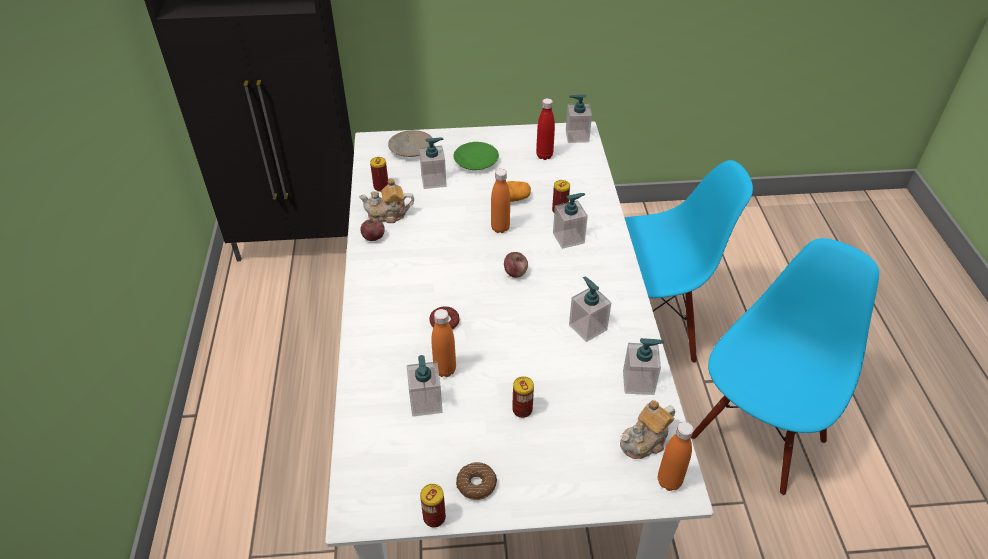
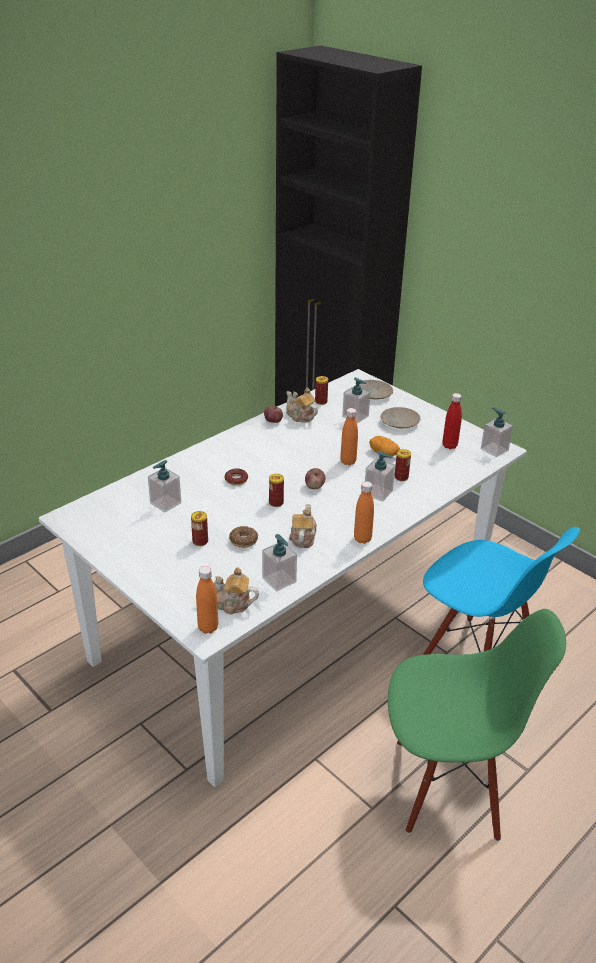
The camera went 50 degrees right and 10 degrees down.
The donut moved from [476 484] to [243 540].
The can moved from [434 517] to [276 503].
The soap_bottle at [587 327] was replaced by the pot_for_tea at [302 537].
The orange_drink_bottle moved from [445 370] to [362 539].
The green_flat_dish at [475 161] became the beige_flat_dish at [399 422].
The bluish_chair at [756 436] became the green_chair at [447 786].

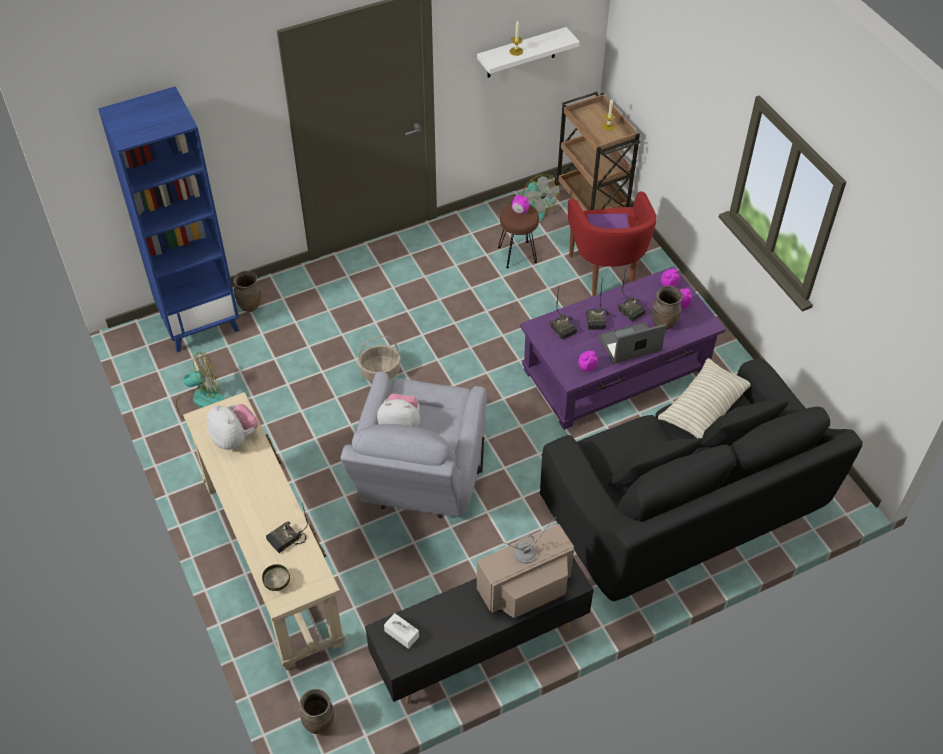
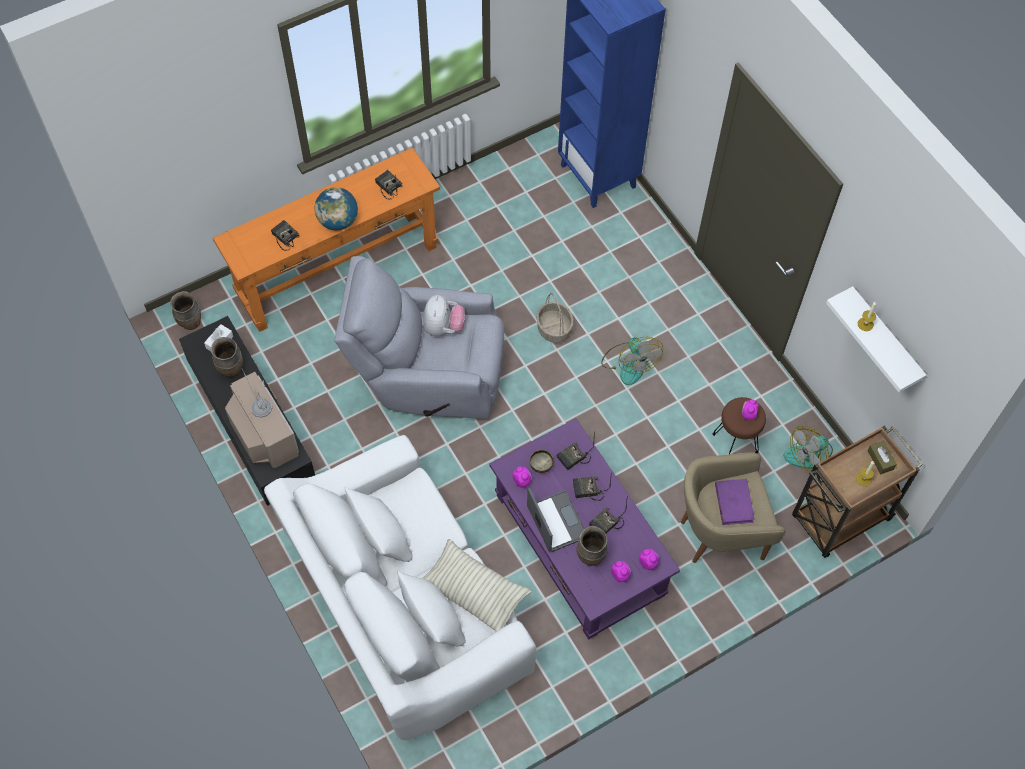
The camera went 85 degrees right and 10 degrees up.
The brown_flower_vase moved from [250 305] to [231 369].
The beige_console_table at [272 562] became the orange_console_table at [338 270].
The blackish_couch at [682 508] became the white-coloured_couch at [406 606].
The desk_globe at [338 221] appeared.
The soft_toy at [234 438] was replaced by the radio_receiver at [388 187].
The deep_dish moved from [277 582] to [541 465].
The cooling_fan moved from [200 401] to [629 363].
The red_easy_chair at [606 274] became the beige_easy_chair at [719 534].
The brown_box_of_tissues at [880 460] appeared.

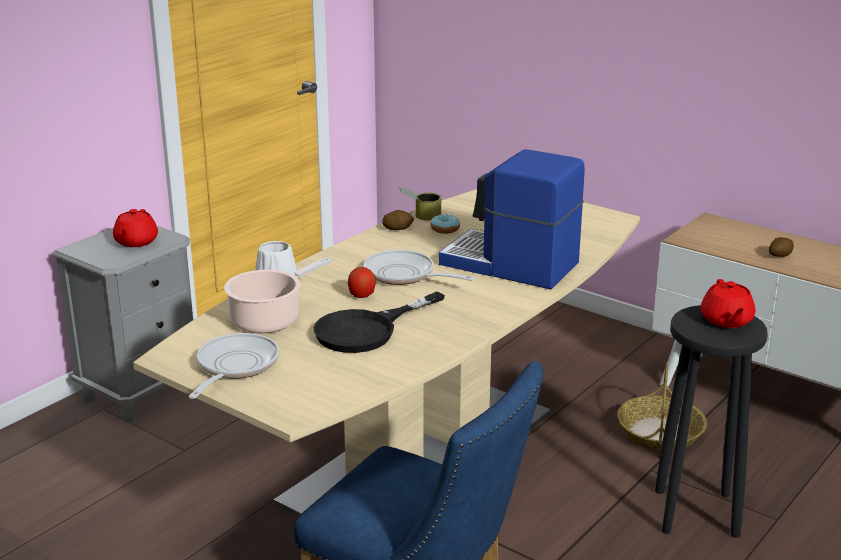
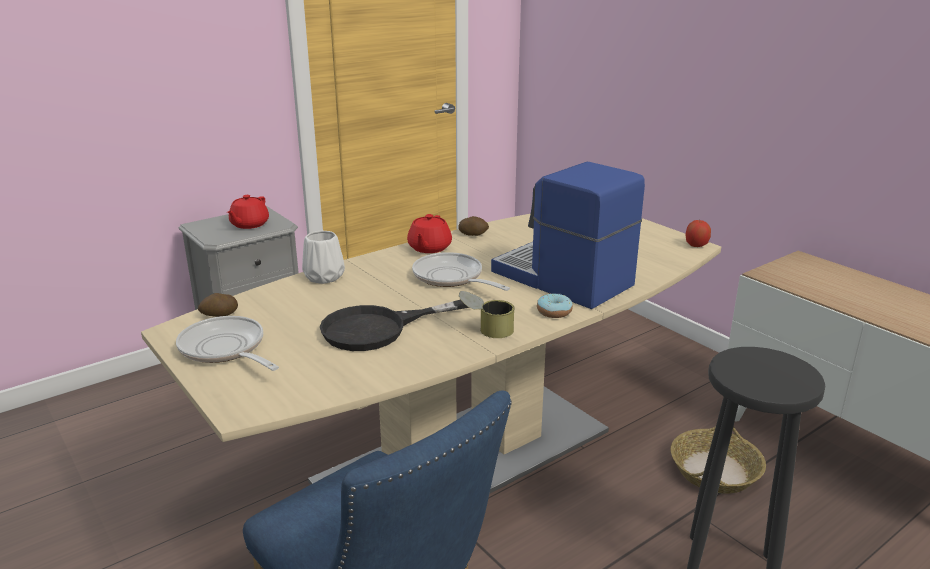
The camera went 15 degrees right and 0 degrees up.
The skillet at [234 367] turned 75 degrees counterclockwise.
The potato moved from [780 256] to [219 315].
The red_pot_for_tea moved from [726 320] to [429 248].
The can moved from [420 216] to [486 330].
The donut moved from [445 229] to [554 312].
The apple_fruit moved from [361 295] to [696 245].
The cooking_pot at [269 319] disappeared.

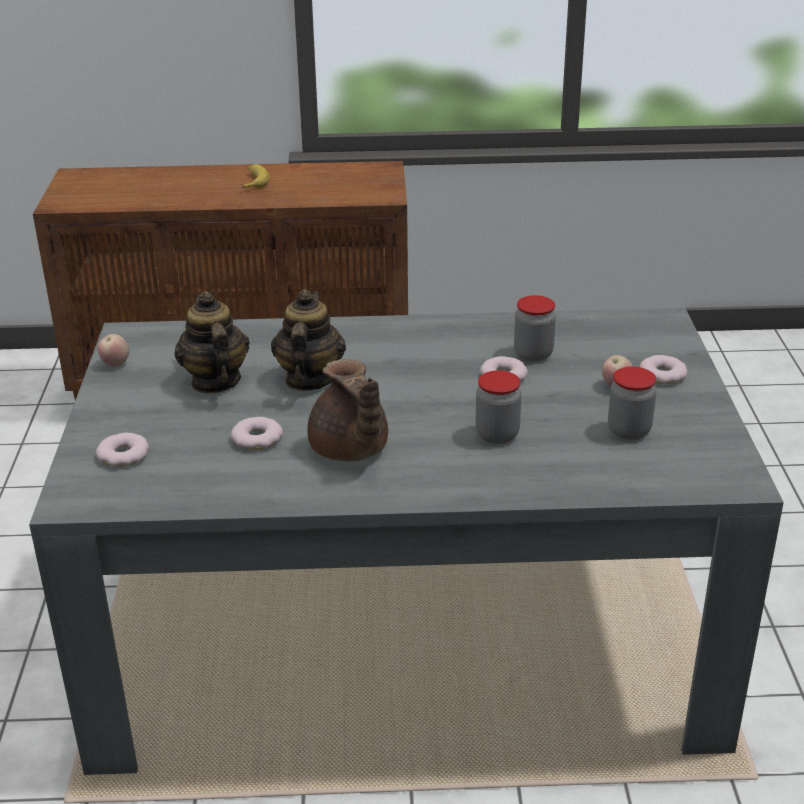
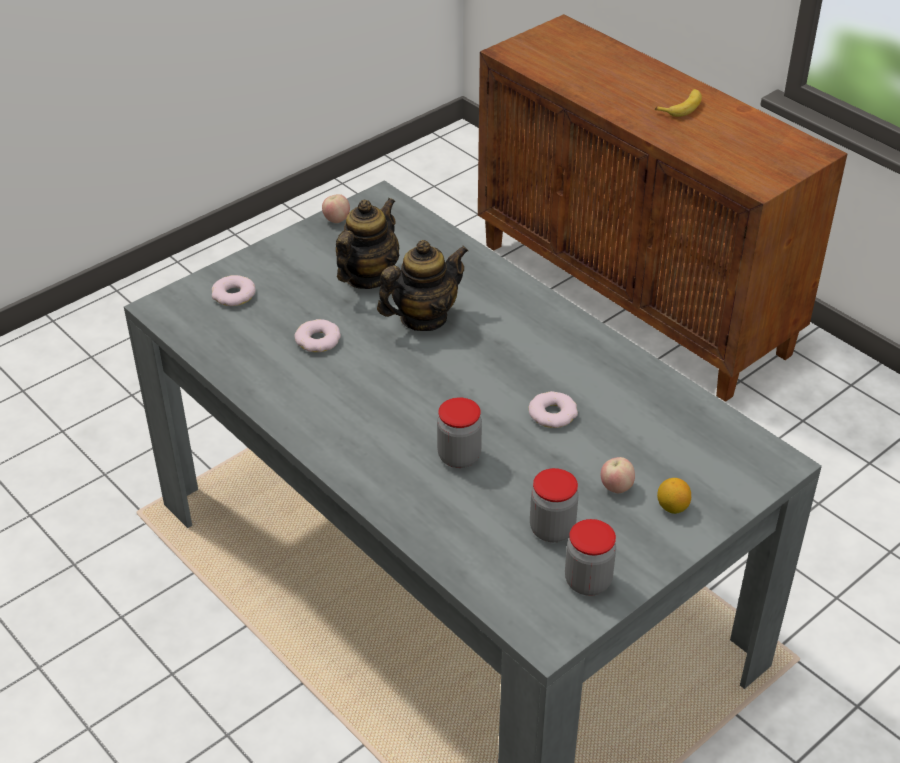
The camera went 50 degrees right and 10 degrees up.
The jar moved from [533 354] to [588 581].
The donut at [663 375] was replaced by the whole_lemon at [672 507].
The brown_pot_for_tea at [349 450] disappeared.

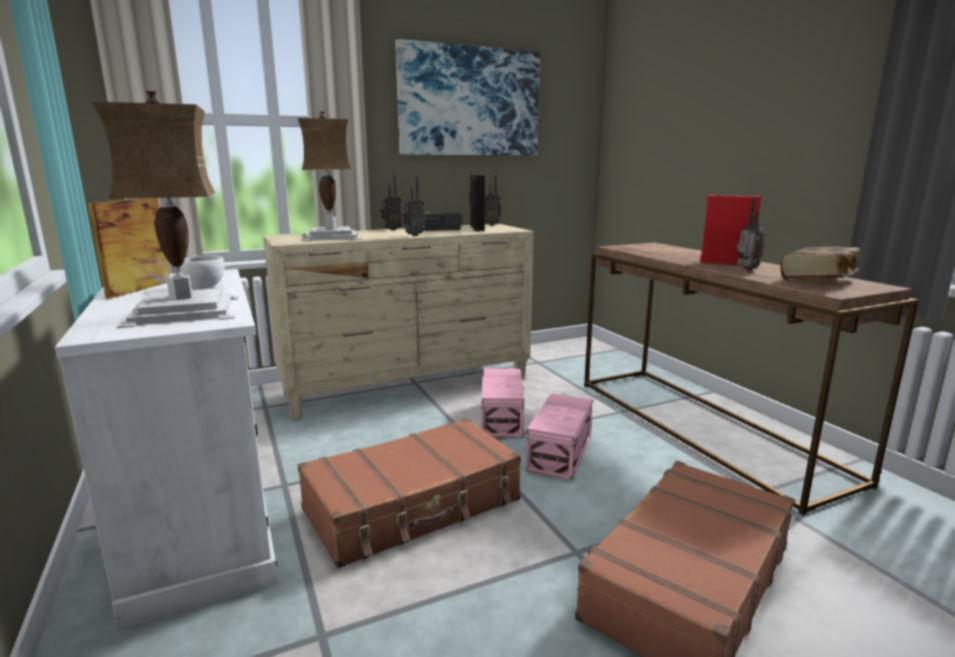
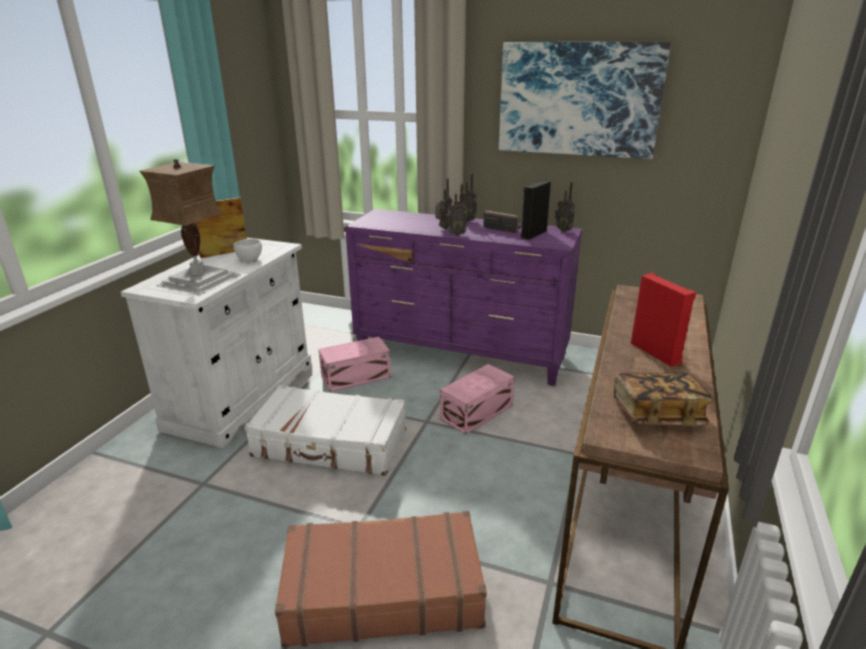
The camera went 45 degrees right and 10 degrees up.
The brown_piece_of_luggage at [414 506] became the white-coloured_piece_of_luggage at [330 443].
The pinkish_storage_box moved from [561 453] to [357 377].
The beige_drawer_chest at [409 386] became the purplish_drawer_chest at [461 354].
The radio_receiver moved from [746 270] to [443 228].
The table_lamp at [332 236] disappeared.

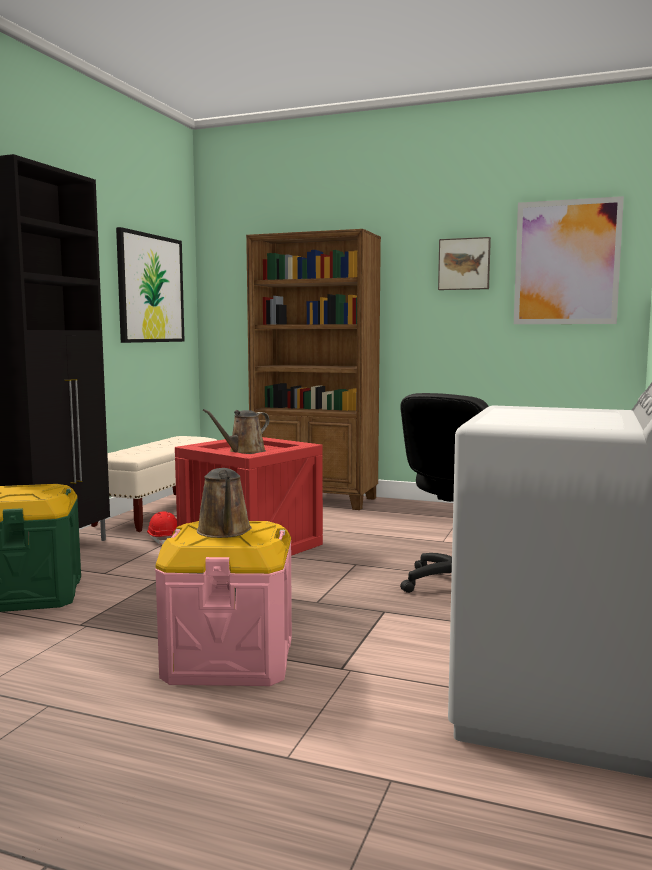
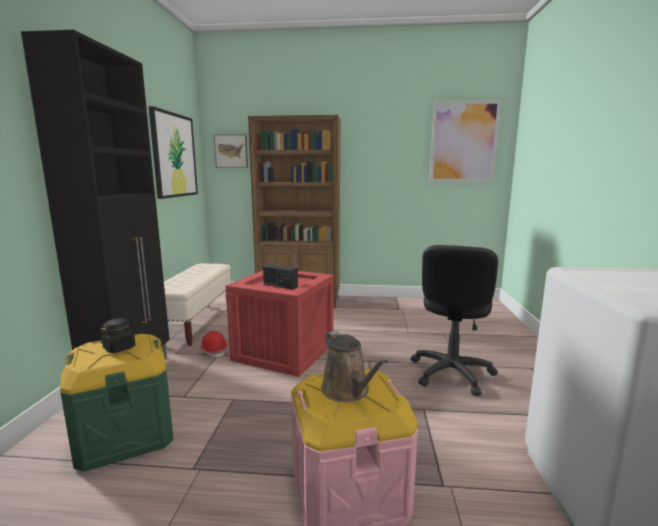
The camera went 15 degrees left and 5 degrees up.
The blackish_jar at [119 348] appeared.
The wall_picture moved from [464 264] to [231 151].
The brown_watering_can at [244 452] was replaced by the radio_receiver at [280 285].

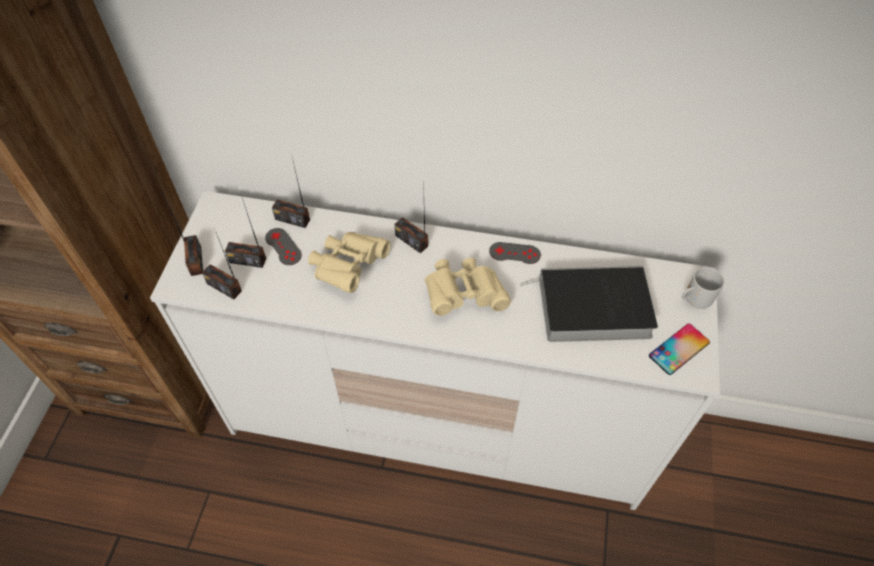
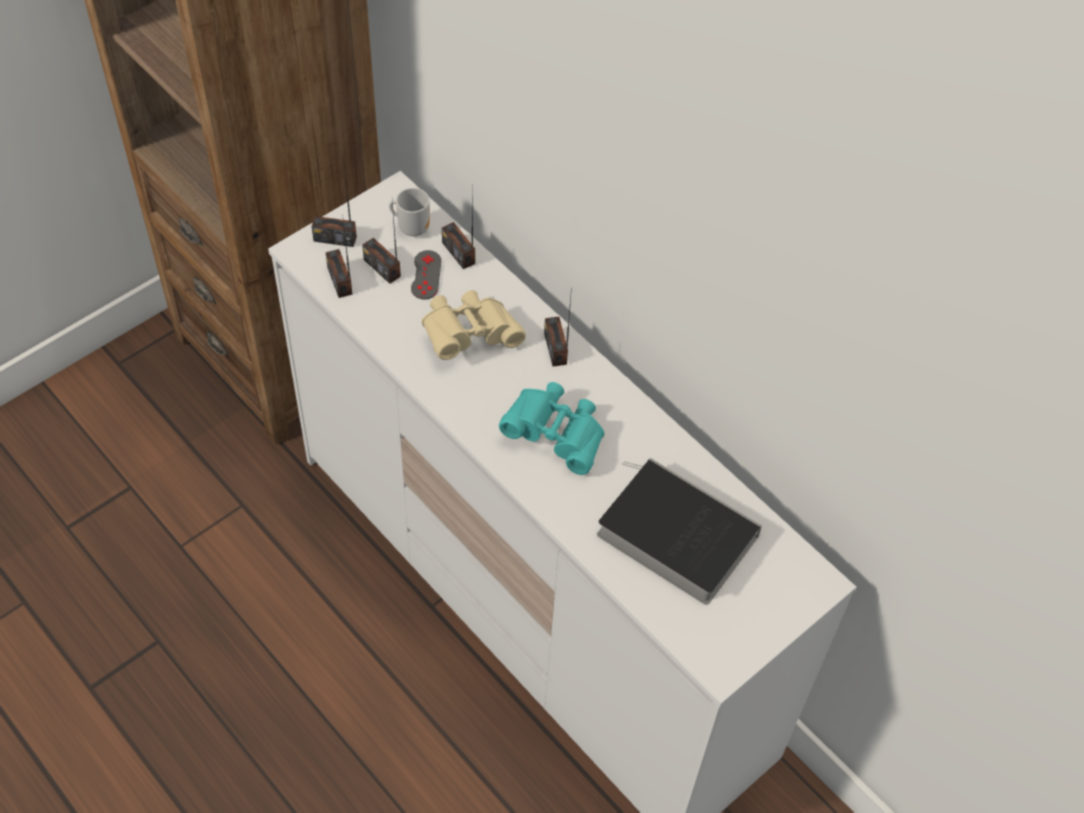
The camera went 35 degrees right and 0 degrees up.
The radio_receiver at [195 261] turned 75 degrees clockwise.
The coffee_mug moved from [694 300] to [412 227].
The beige_field_glasses at [464 295] became the turquoise-coloured_field_glasses at [556 436].
The gray_game_controller at [514 253] disappeared.
The telephone at [679 349] disappeared.

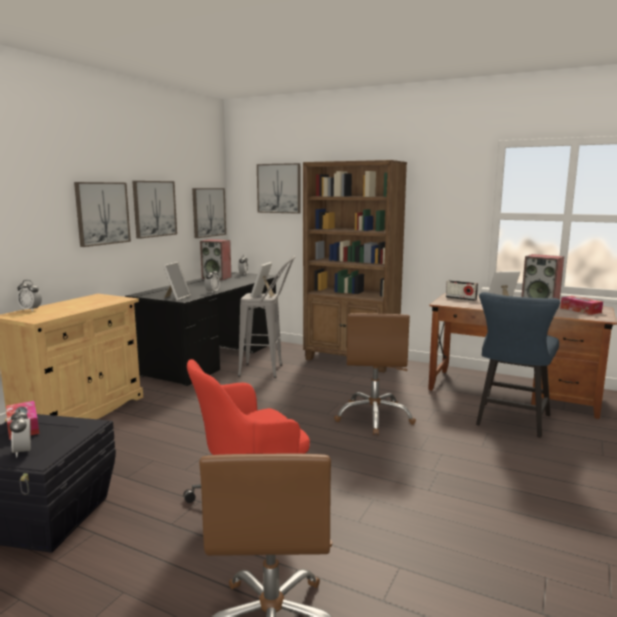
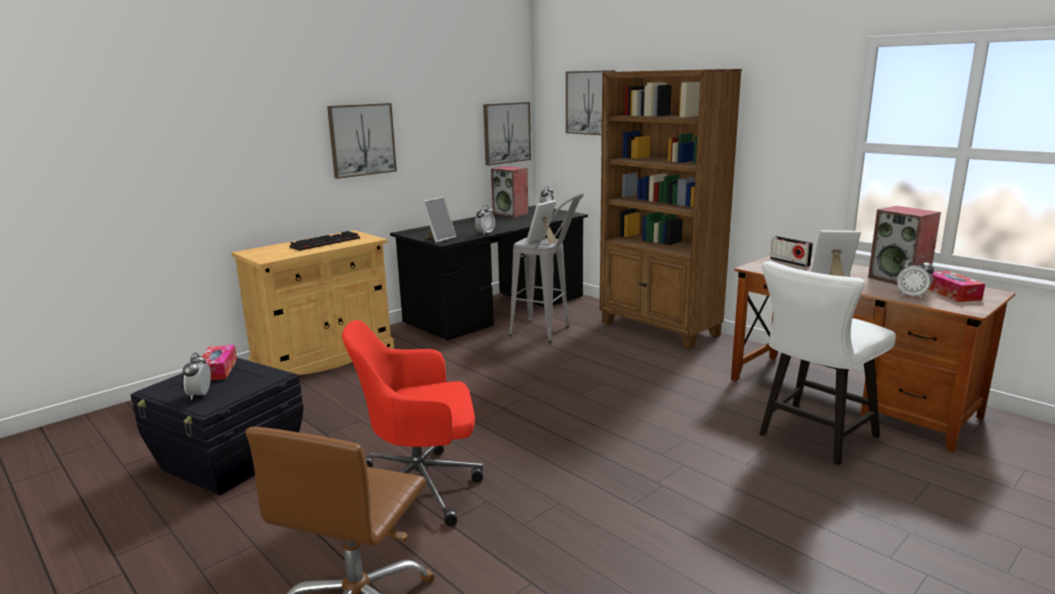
The camera went 20 degrees right and 5 degrees up.
The PC_keyboard at [326 242] appeared.
The bluish_chair at [511 422] became the white-coloured_chair at [812 437].
The alarm_clock moved from [30 310] to [912 295].
The wall_picture at [154 208] disappeared.
The brown_desk_chair at [374 417] disappeared.

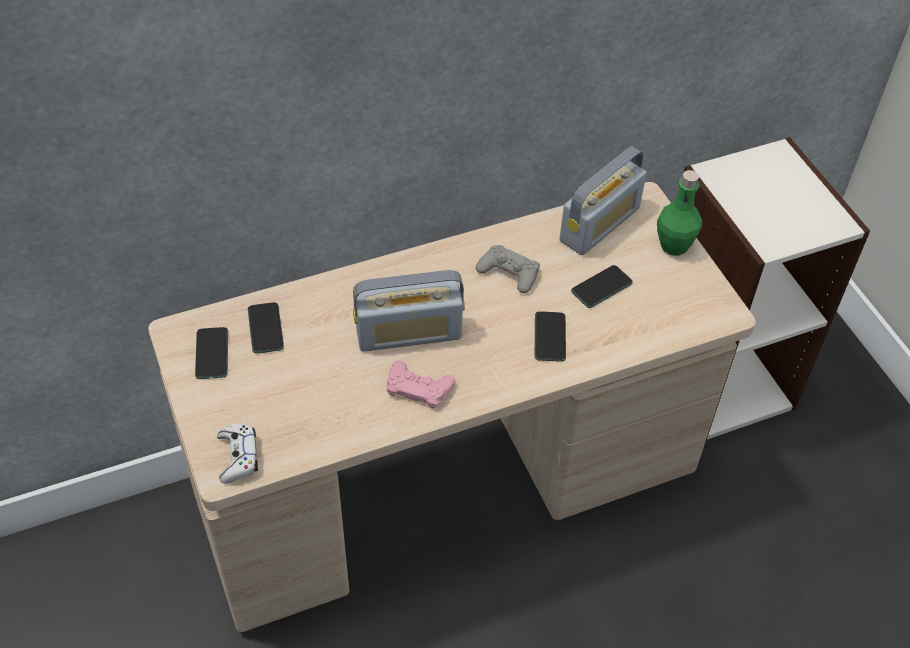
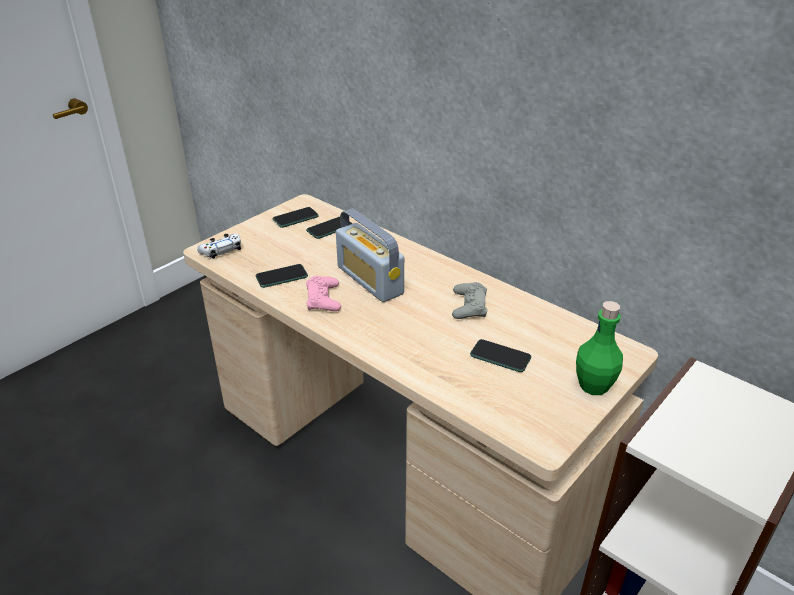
The camera went 65 degrees right and 15 degrees down.
The telephone moved from [550 337] to [281 277].
The radio_receiver at [600 224] disappeared.

